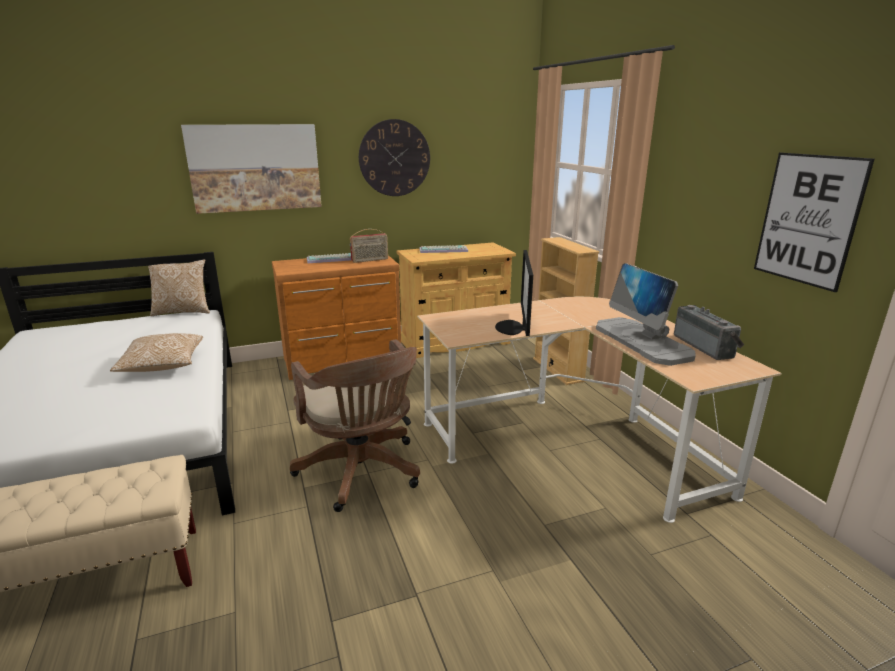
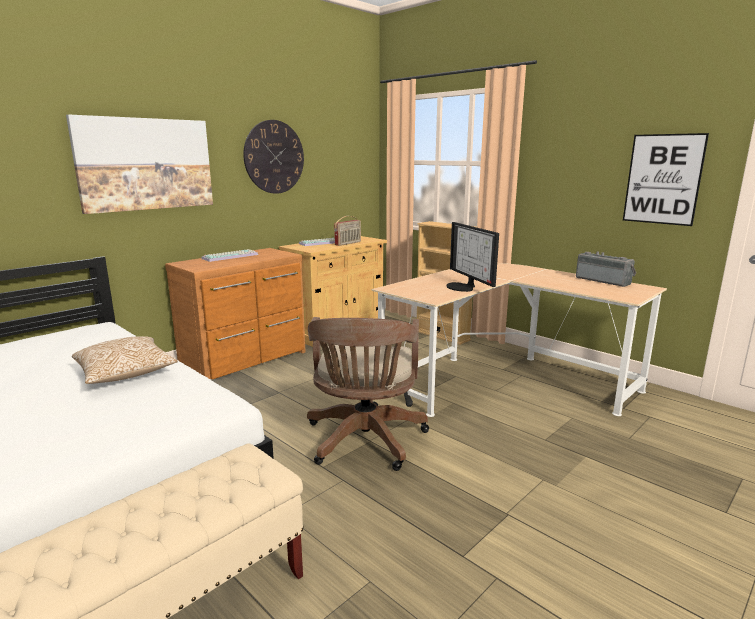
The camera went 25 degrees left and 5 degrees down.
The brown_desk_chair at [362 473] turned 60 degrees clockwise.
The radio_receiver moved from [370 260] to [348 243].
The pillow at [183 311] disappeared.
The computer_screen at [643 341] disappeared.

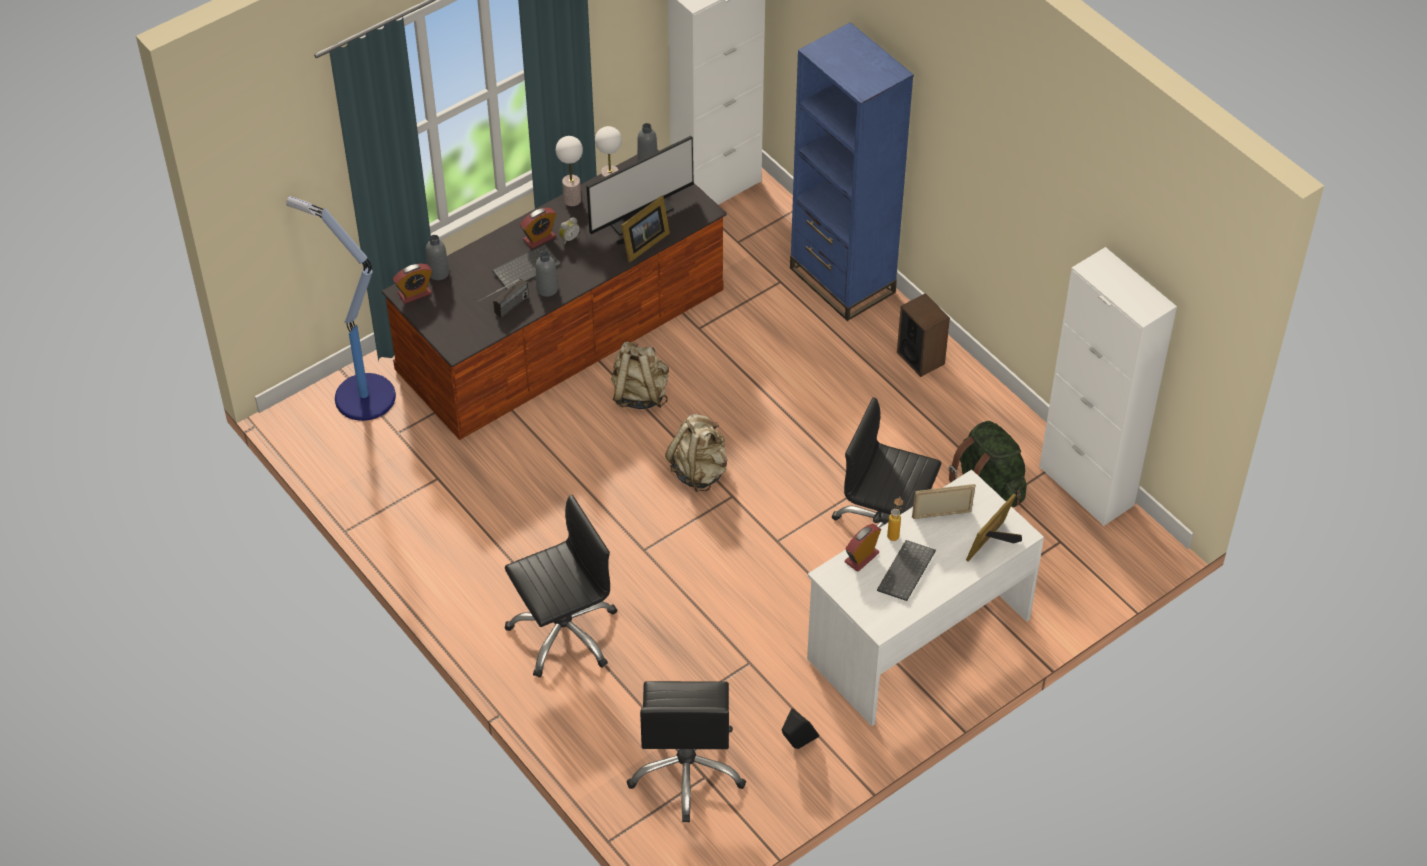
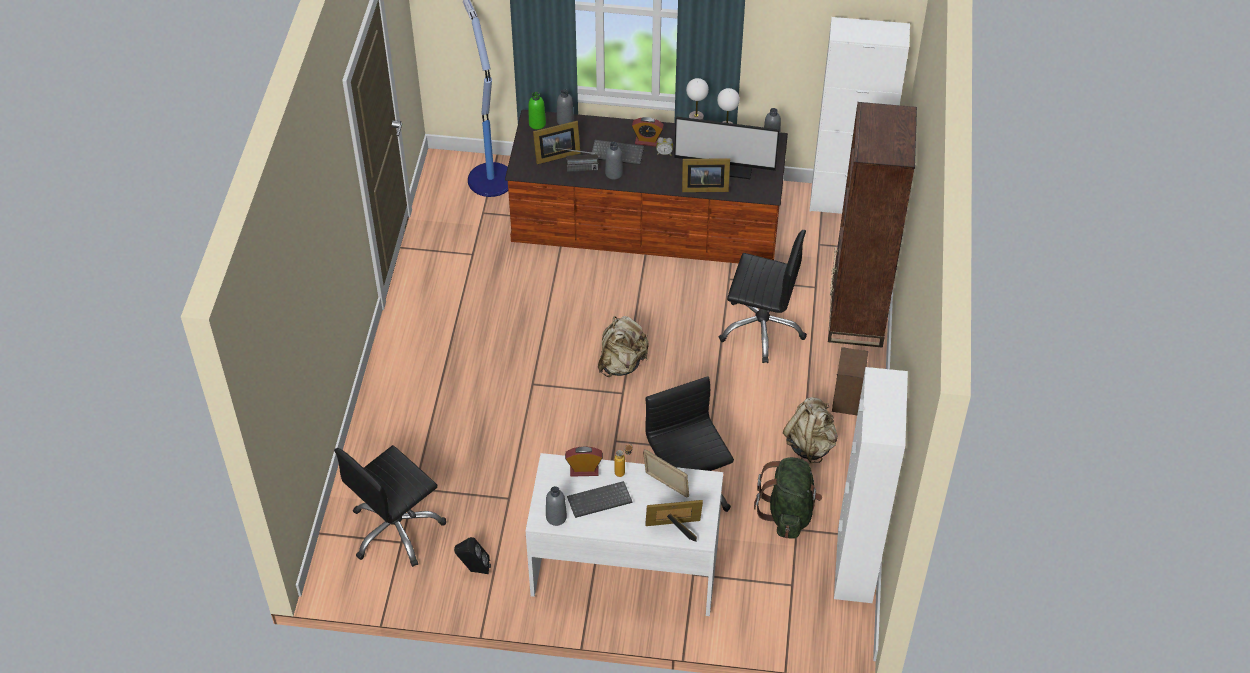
The camera went 45 degrees right and 0 degrees up.
The alarm_clock at [415 293] was replaced by the green_drink_bottle at [537 123].
The photo_frame at [555 154] appeared.
The gray_drink_bottle at [556 517] appeared.
The blackish_desk_chair moved from [563 632] to [761 328].
The beige_backpack moved from [639 394] to [810 444].
The bluish_bookshelf at [842 280] became the brown_bookshelf at [856 315].

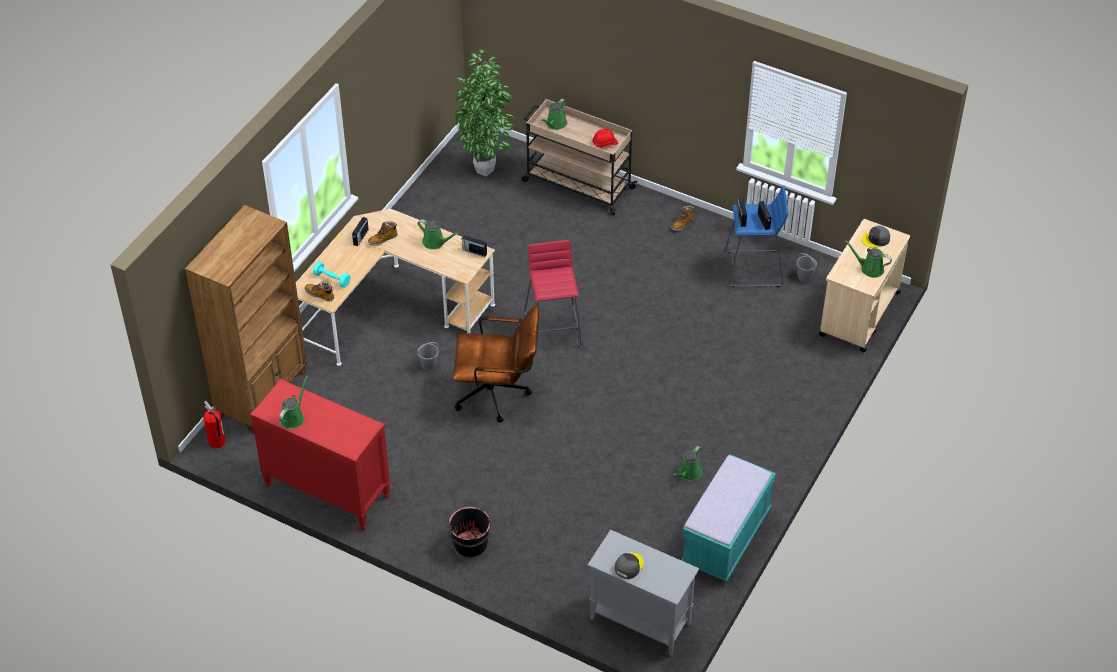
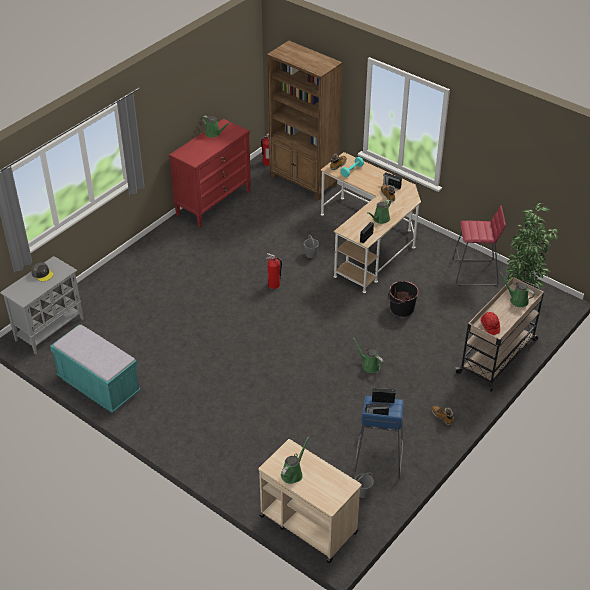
The camera went 100 degrees right and 5 degrees down.
The brown_desk_chair at [498 394] was replaced by the fire-fighting_cylinder at [274 285].
The green_watering_can moved from [688 473] to [369 365].
The blackish_water_bucket moved from [470 544] to [401 308].
The red_stool moved from [553 328] to [475 273].
The gray_baseball_cap at [876 239] disappeared.

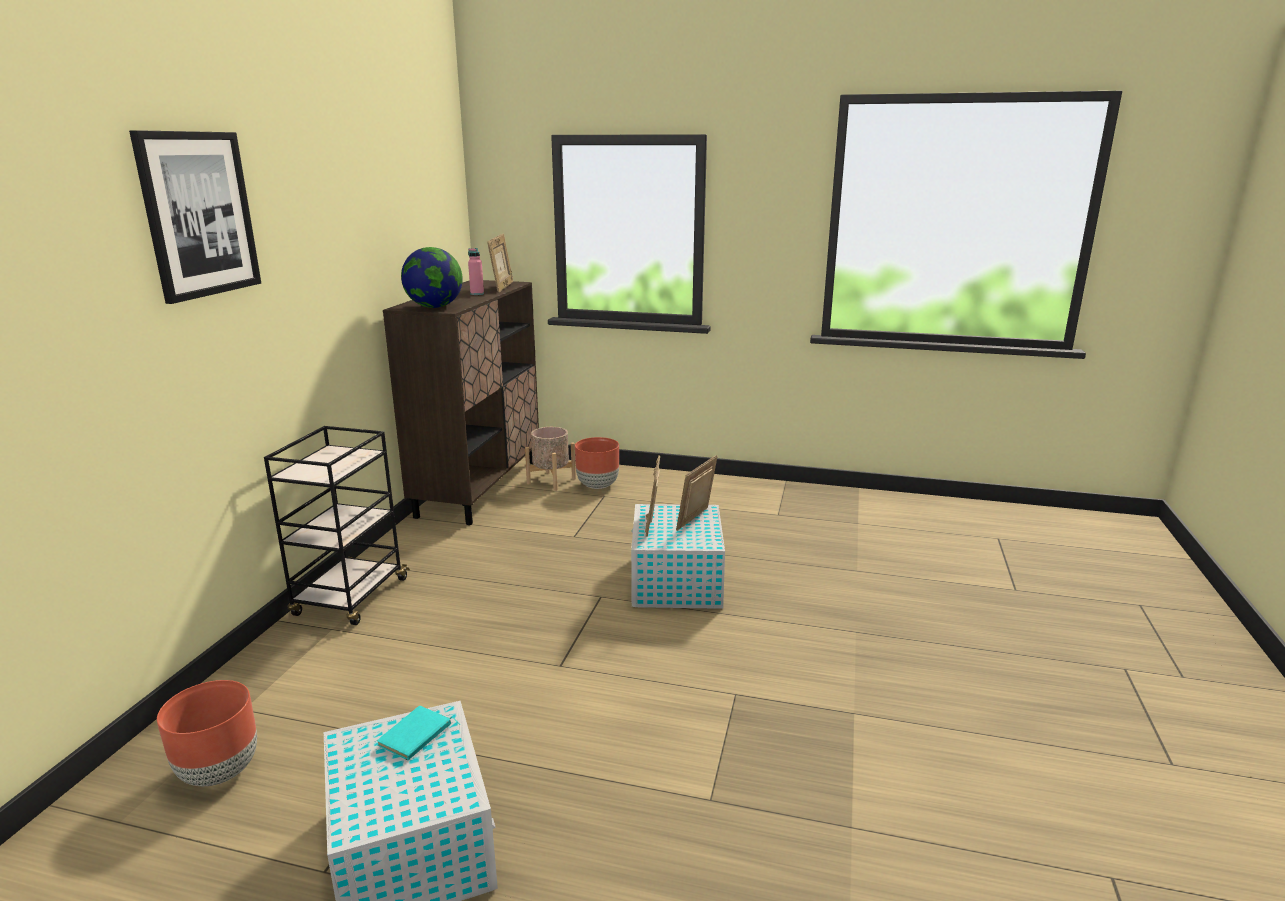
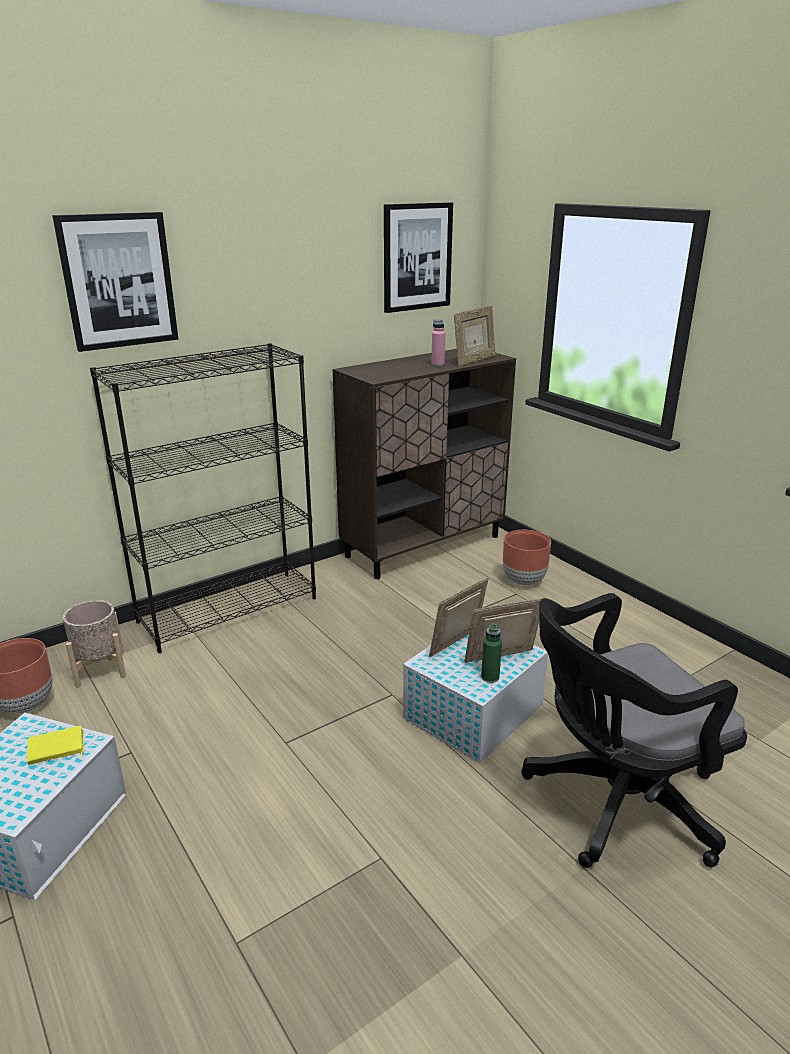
The camera went 40 degrees right and 5 degrees up.
The turquoise-coloured_volume at [416 737] became the yellow_volume at [56 749].
The beige_flower_pot moved from [551 481] to [100 669].
The blackish_wheeled_cart at [350 598] was replaced by the blackish_bookshelf at [229 609].
The wall_picture at [417 257] appeared.
The green_drink_bottle at [490 677] appeared.
The blackish_desk_chair at [613 802] appeared.
The desk_globe at [434 307] disappeared.

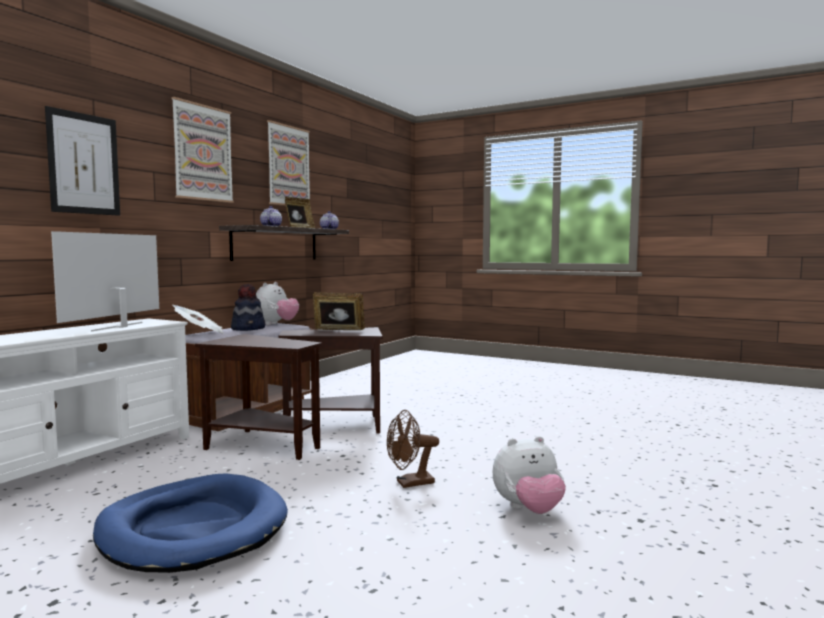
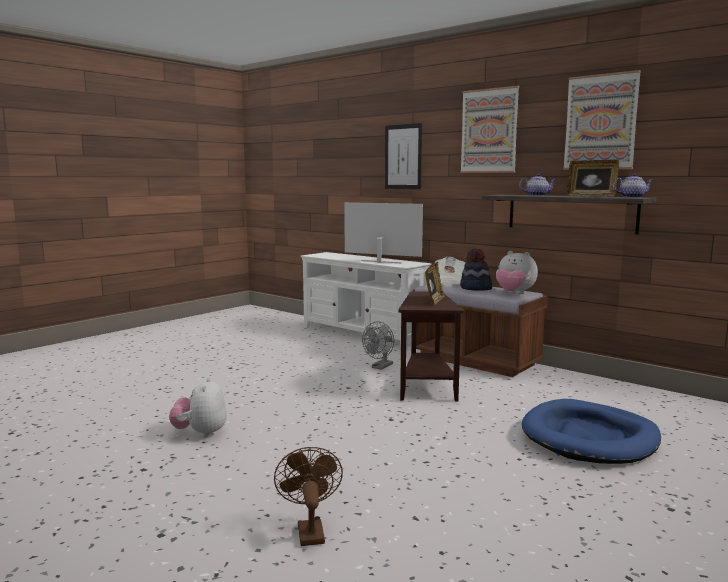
The camera went 100 degrees right and 5 degrees up.
The brown_cooling_fan moved from [410 483] to [309 530].
The brown_side_table at [261 446] was replaced by the gray_cooling_fan at [380 367].
The bluish_pet_bed moved from [193 529] to [589 437].

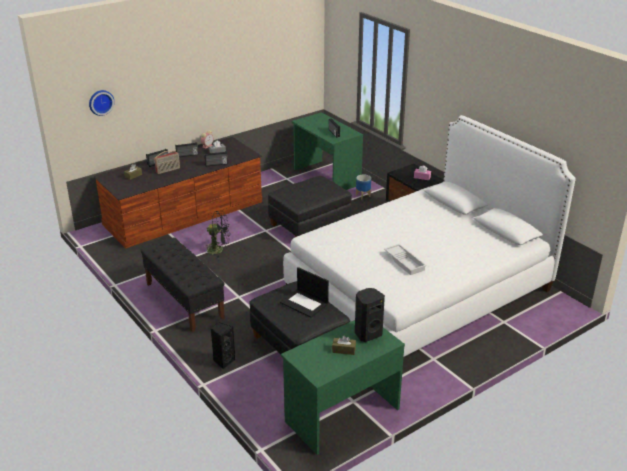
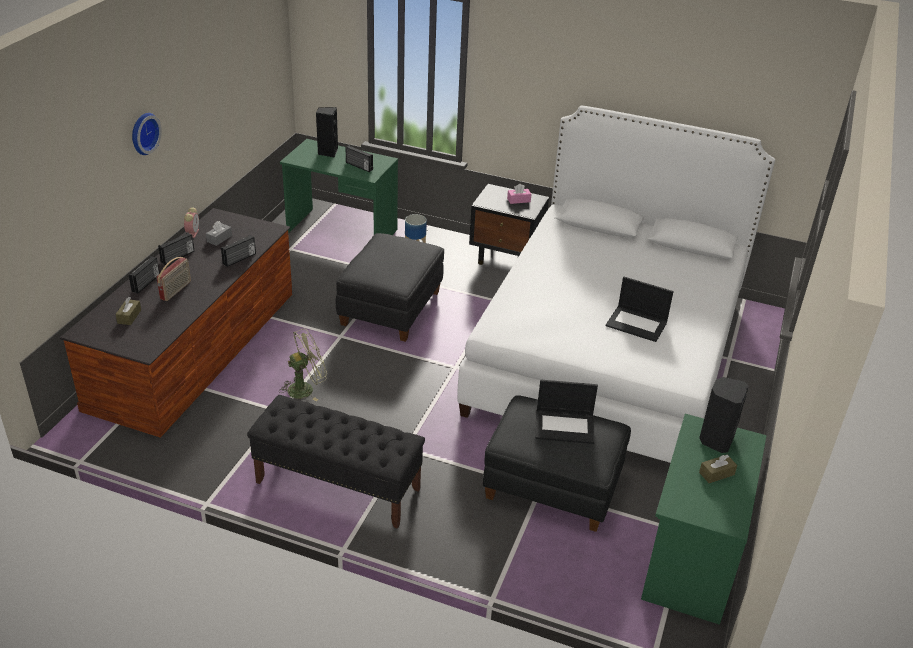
The camera went 35 degrees left and 5 degrees up.
The wall_clock moved from [100 102] to [143 133].
The blackish_cooling_fan at [218 250] became the green_cooling_fan at [305 388].
The blackish_speaker moved from [223 361] to [327 152].
The white-coloured_tray at [405 262] was replaced by the portable_computer at [637 324].

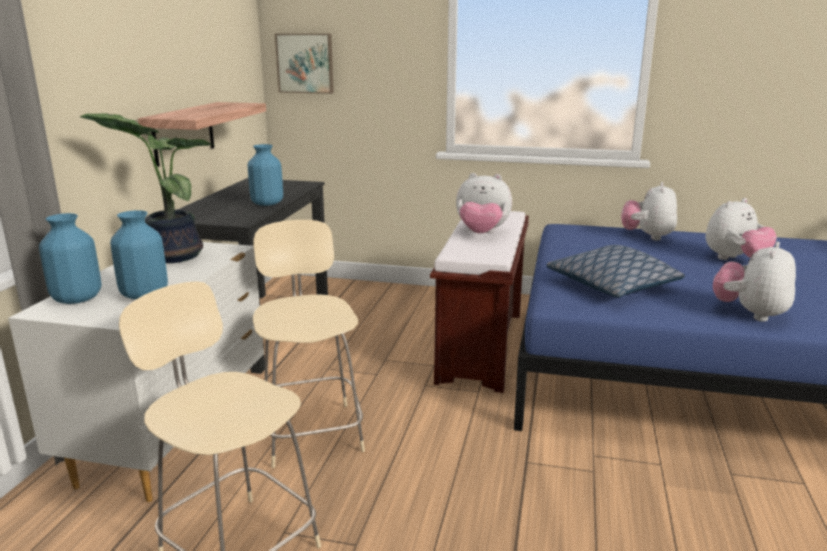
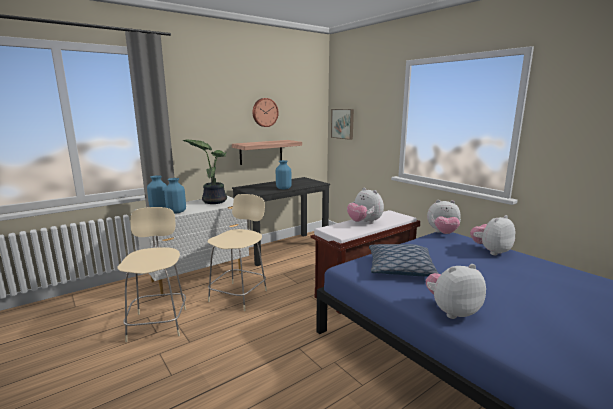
The camera went 40 degrees right and 5 degrees down.
The wall_clock at [264 112] appeared.
The soft_toy moved from [734 259] to [443 233].

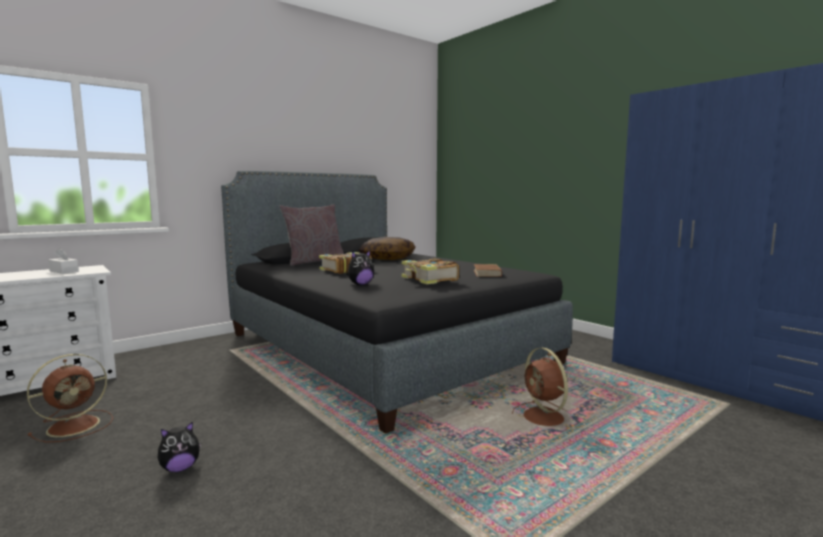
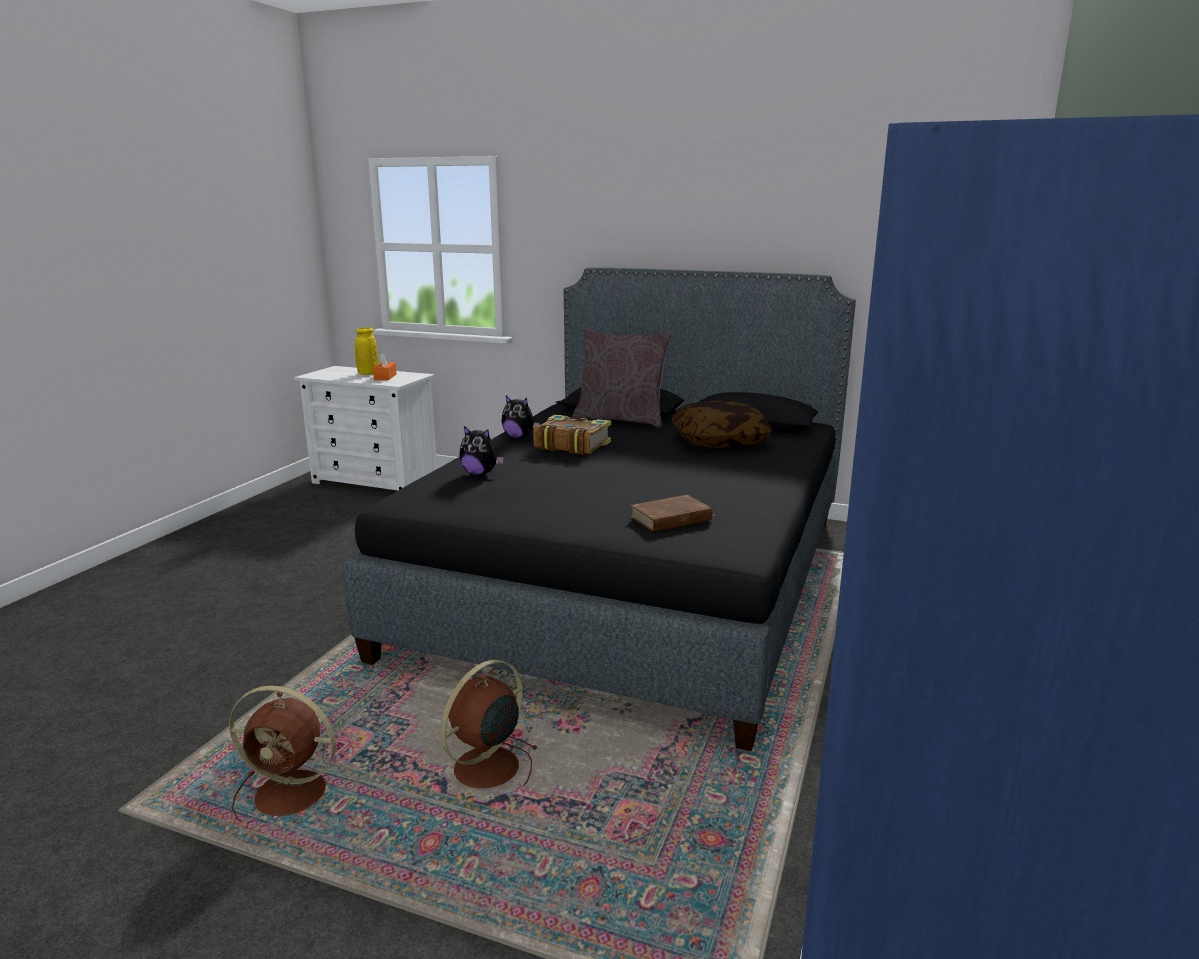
The camera went 60 degrees right and 10 degrees up.
The brown_cooling_fan moved from [76 425] to [294 794].
The yellow_flower_vase at [368 373] appeared.
The white-coloured_box_of_tissues at [64 271] became the orange_box_of_tissues at [385 377].
The soft_toy moved from [180 468] to [519 437].
The volume at [429 279] disappeared.

